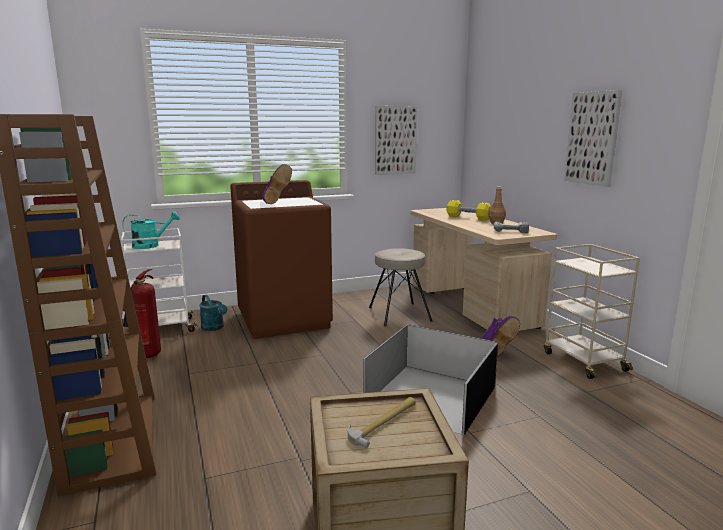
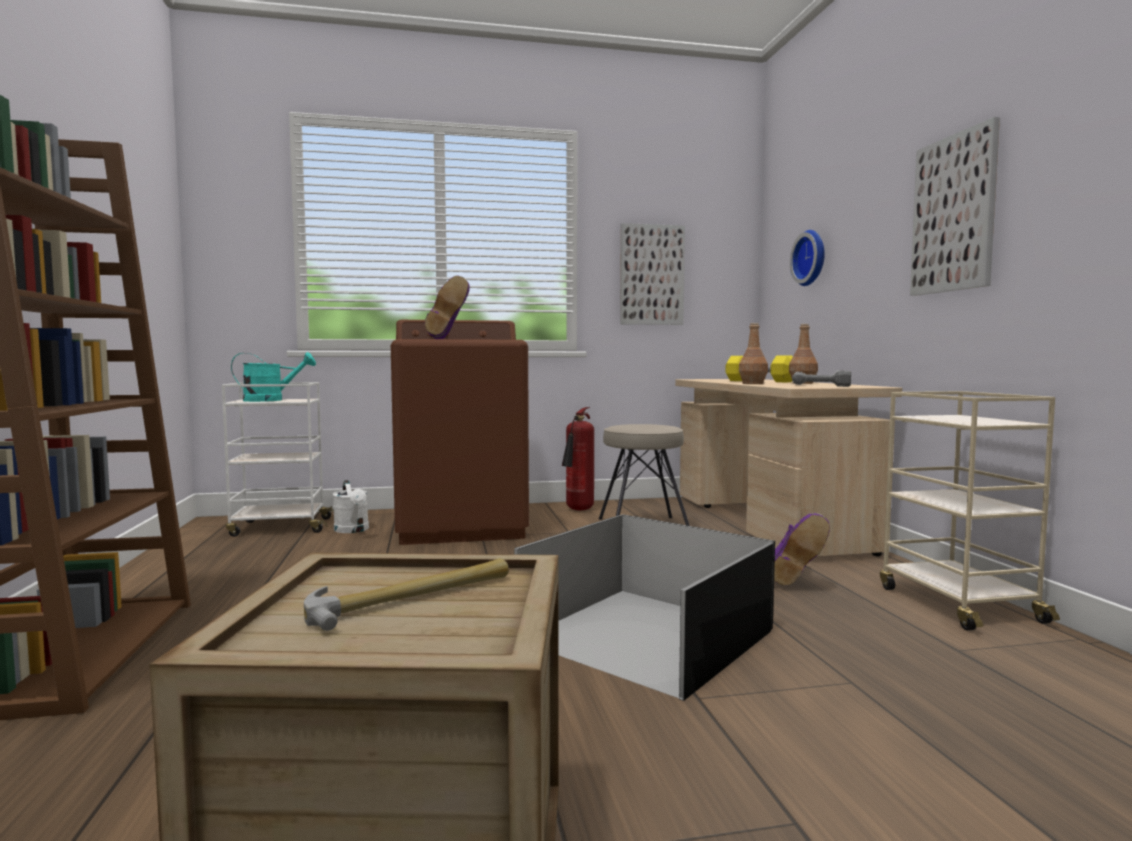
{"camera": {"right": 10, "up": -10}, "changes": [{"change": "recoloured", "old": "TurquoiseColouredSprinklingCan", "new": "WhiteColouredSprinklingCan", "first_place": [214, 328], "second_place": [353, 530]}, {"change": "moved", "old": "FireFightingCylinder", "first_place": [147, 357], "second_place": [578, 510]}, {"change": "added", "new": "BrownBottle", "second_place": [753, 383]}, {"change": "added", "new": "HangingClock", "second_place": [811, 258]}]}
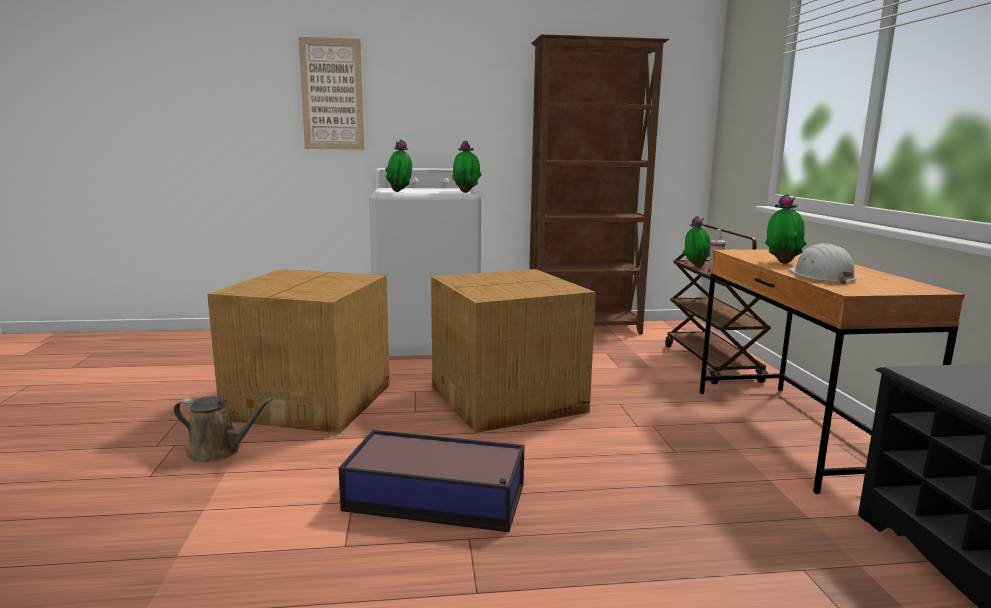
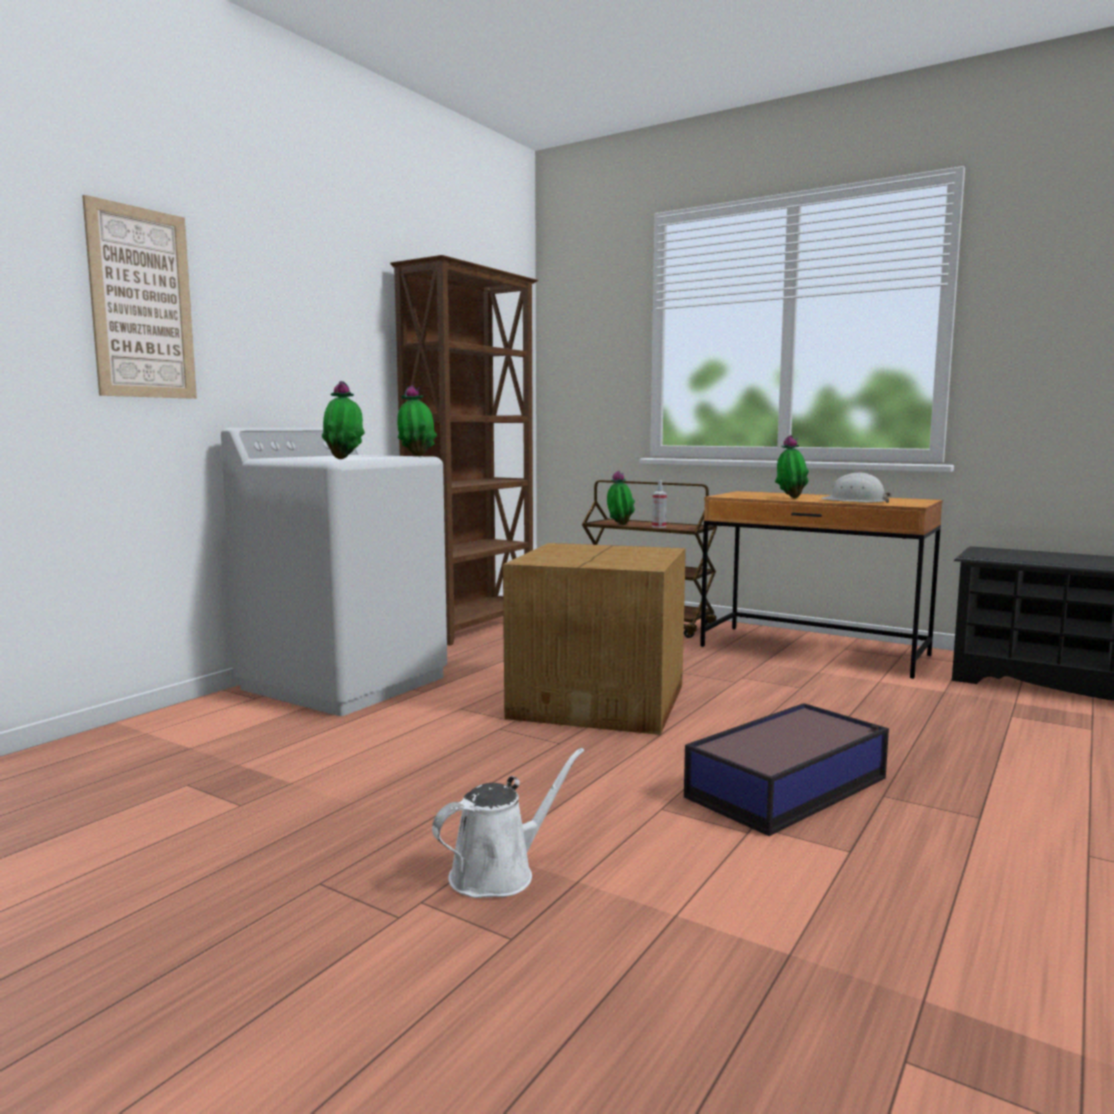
{"camera": {"right": -50, "up": -5}, "changes": [{"change": "recoloured", "old": "BrownSprinklingCan", "new": "WhiteColouredSprinklingCan", "first_place": [218, 451], "second_place": [499, 873]}, {"change": "removed", "old": "Carton", "first_place": [313, 401]}]}
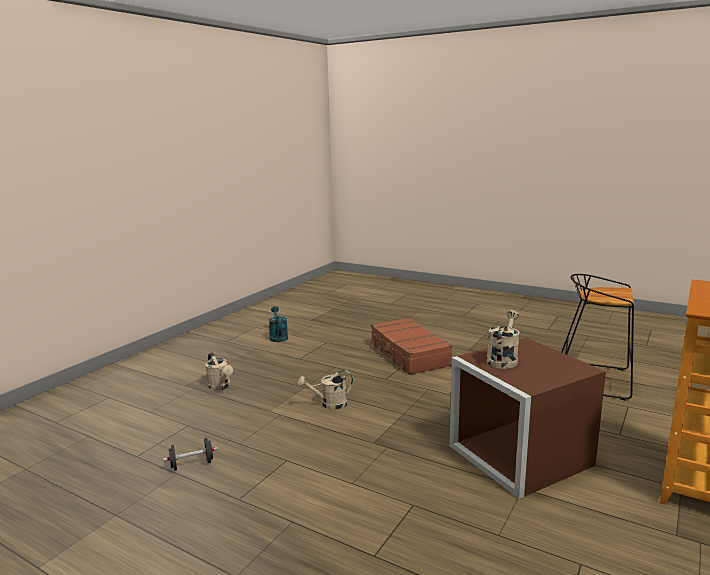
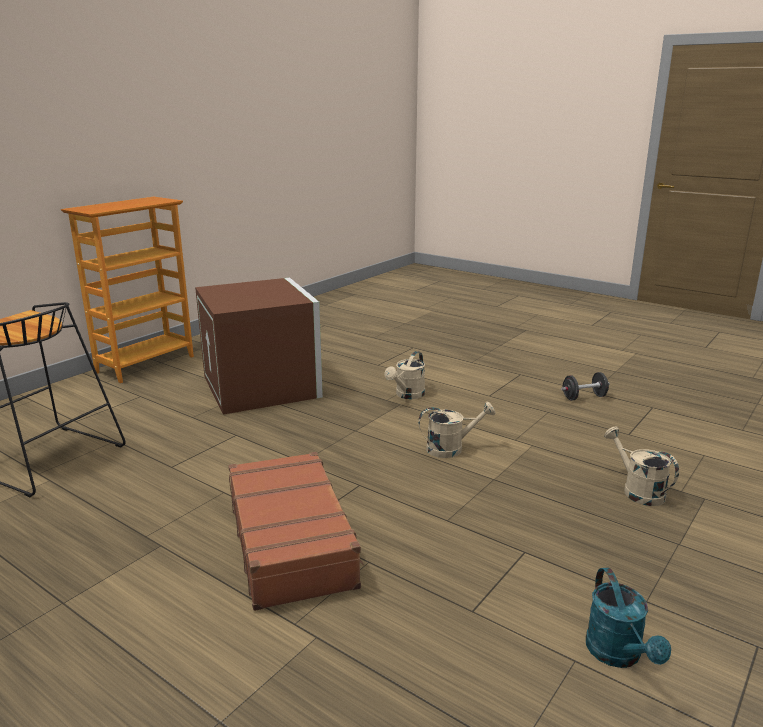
{"camera": {"right": -175, "up": 5}, "changes": [{"change": "moved", "old": "BeigeColouredSprinklingCan", "first_place": [503, 359], "second_place": [407, 395]}]}
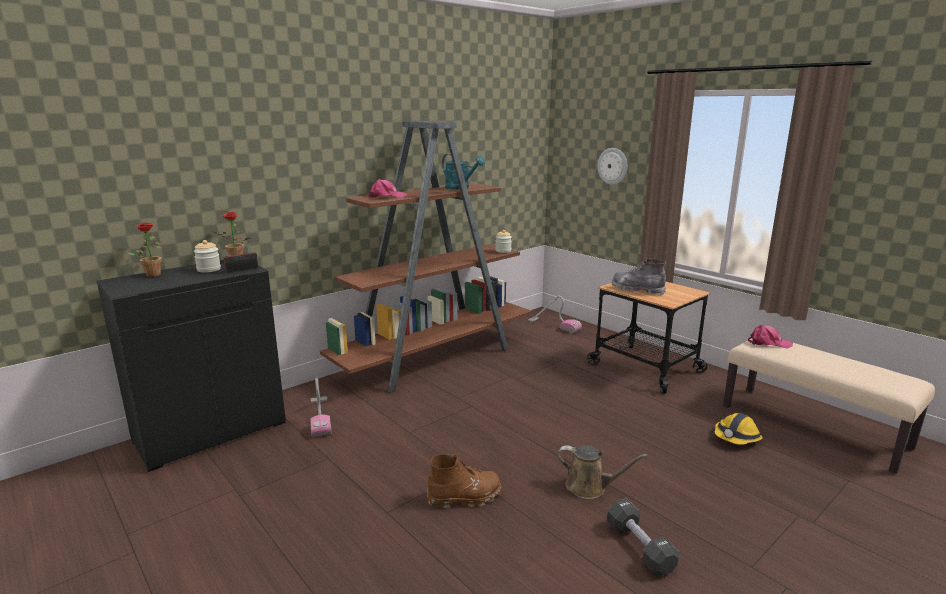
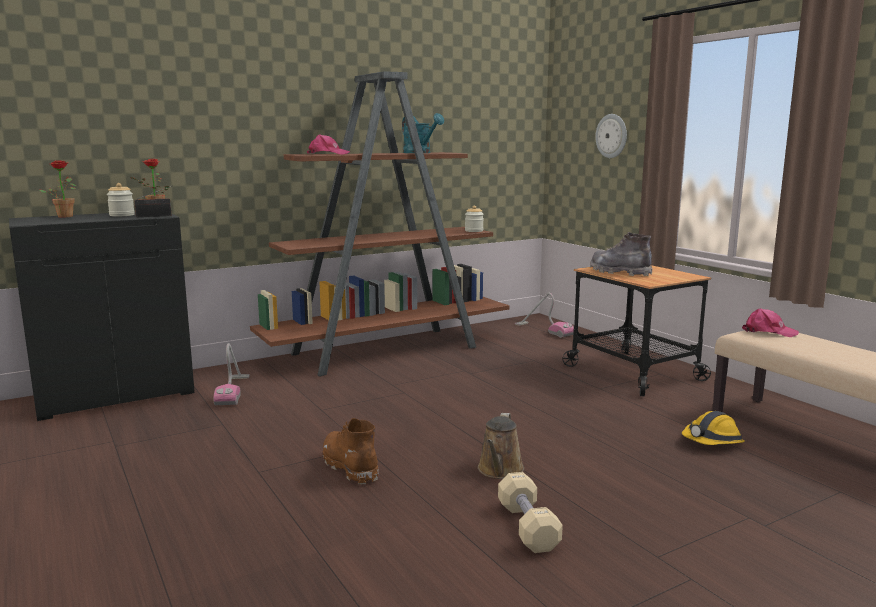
{"camera": {"right": 10, "up": -5}, "changes": [{"change": "turned", "old": "BrownHighTopBoot", "first_place": [465, 497], "second_place": [350, 467], "degrees": -120}, {"change": "turned", "old": "BrownSprinklingCan", "first_place": [589, 487], "second_place": [500, 470], "degrees": 75}, {"change": "recoloured", "old": "BlackishDumbbell", "new": "BeigeColouredDumbbell", "first_place": [639, 548], "second_place": [527, 527]}]}
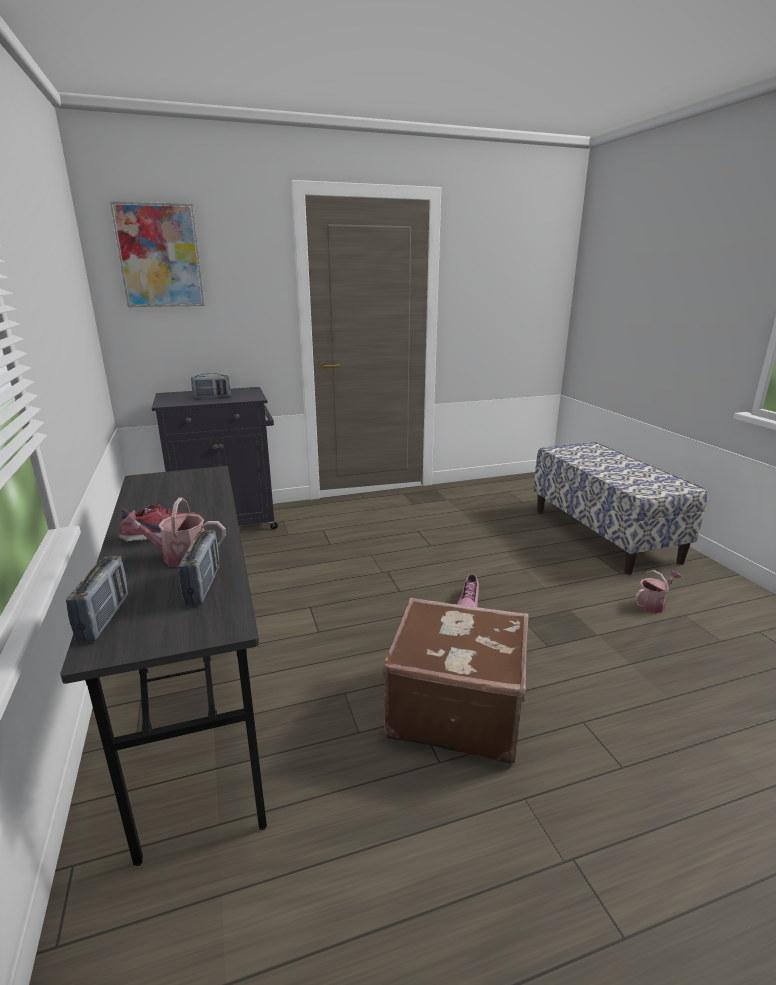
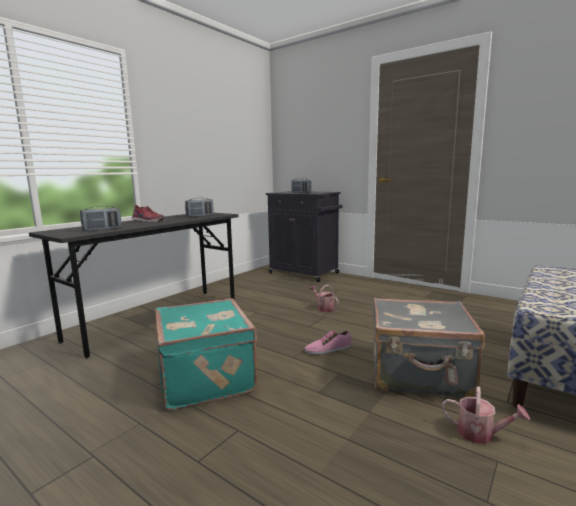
{"camera": {"right": 55, "up": -10}, "changes": [{"change": "recoloured", "old": "BrownSuitcase", "new": "TurquoiseColouredSuitcase", "first_place": [455, 708], "second_place": [208, 377]}, {"change": "moved", "old": "RadioReceiver", "first_place": [104, 618], "second_place": [200, 216]}, {"change": "moved", "old": "SprinklingCan", "first_place": [179, 557], "second_place": [324, 308]}, {"change": "added", "new": "GreyishSuitcase", "second_place": [419, 375]}, {"change": "removed", "old": "Picture", "first_place": [159, 256]}]}
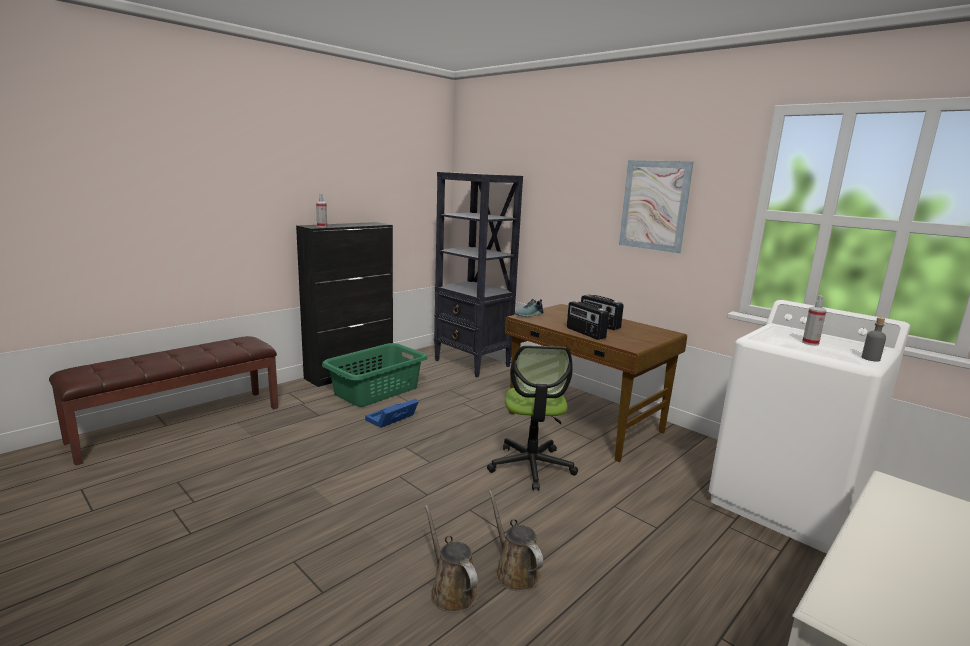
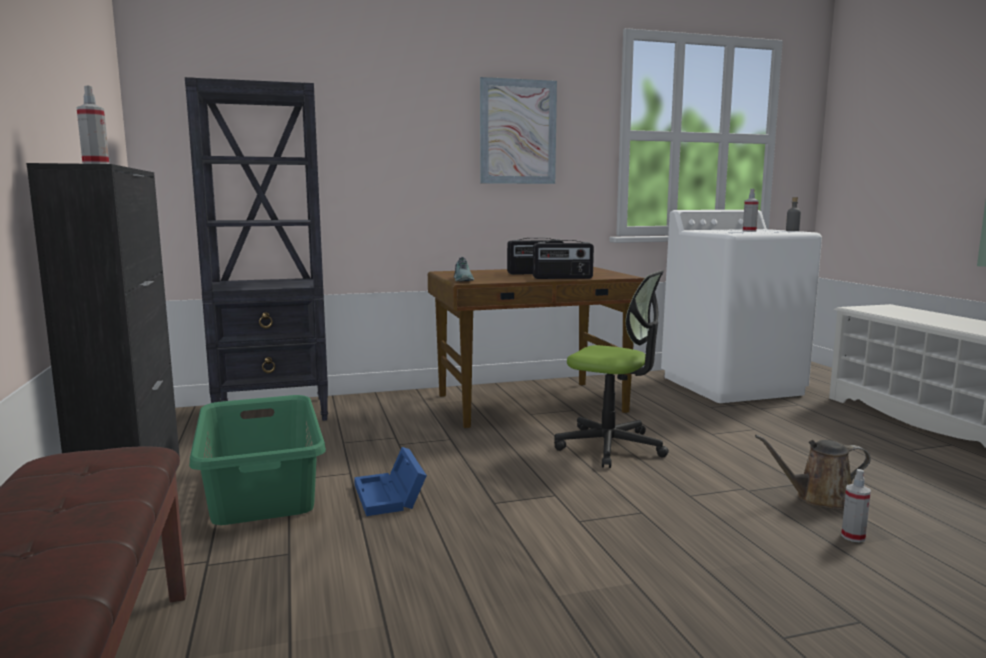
{"camera": {"right": -60, "up": -5}, "changes": [{"change": "replaced", "old": "BrownSprinklingCan", "new": "Sprayer", "first_place": [451, 590], "second_place": [853, 537]}]}
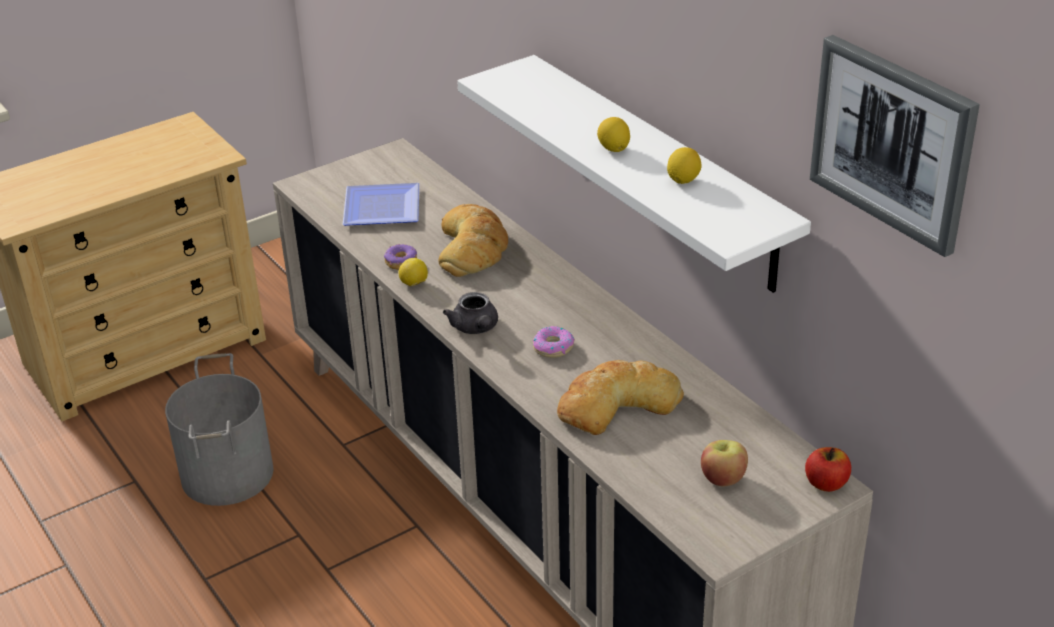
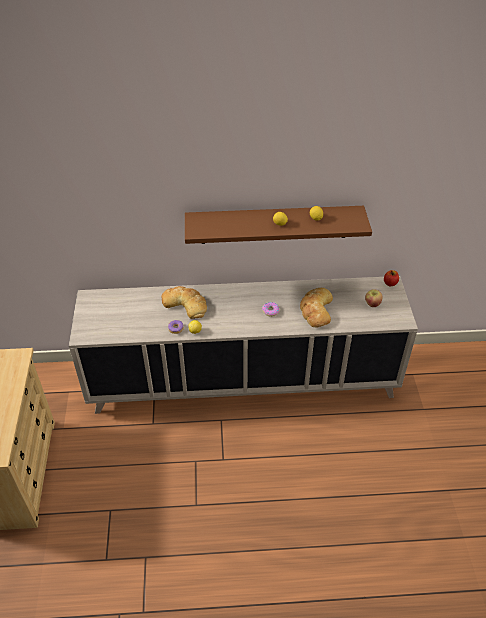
{"camera": {"right": -60, "up": 10}, "changes": [{"change": "recoloured", "old": "WhiteColouredShelf", "new": "BrownShelf", "first_place": [657, 171], "second_place": [274, 224]}, {"change": "removed", "old": "GreyishPail", "first_place": [229, 473]}, {"change": "removed", "old": "FlatDish", "first_place": [384, 209]}, {"change": "removed", "old": "GreyishTeaPot", "first_place": [475, 328]}, {"change": "removed", "old": "Picture", "first_place": [892, 142]}]}
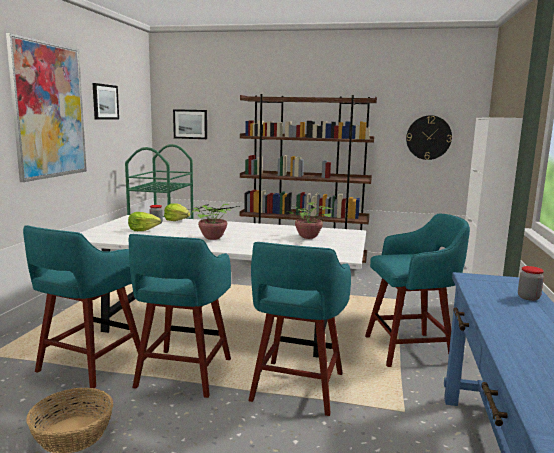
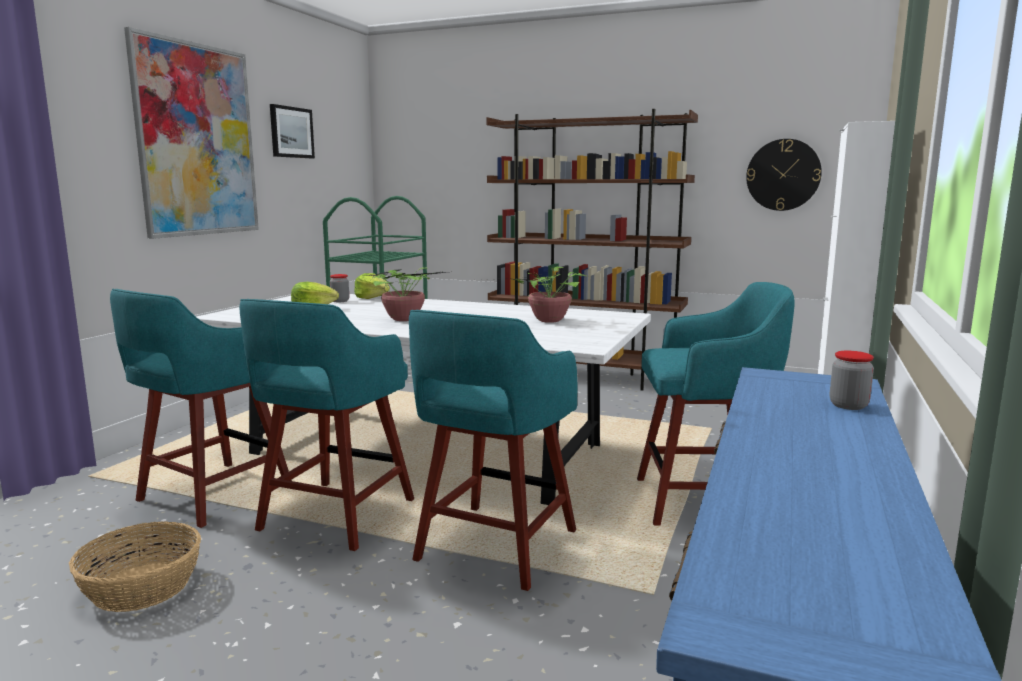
{"camera": {"right": 10, "up": 0}, "changes": [{"change": "removed", "old": "Picture", "first_place": [190, 124]}]}
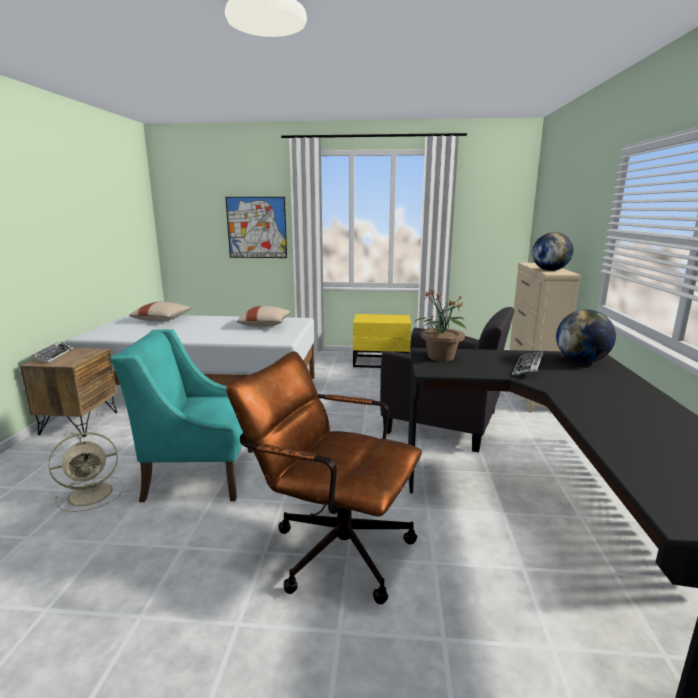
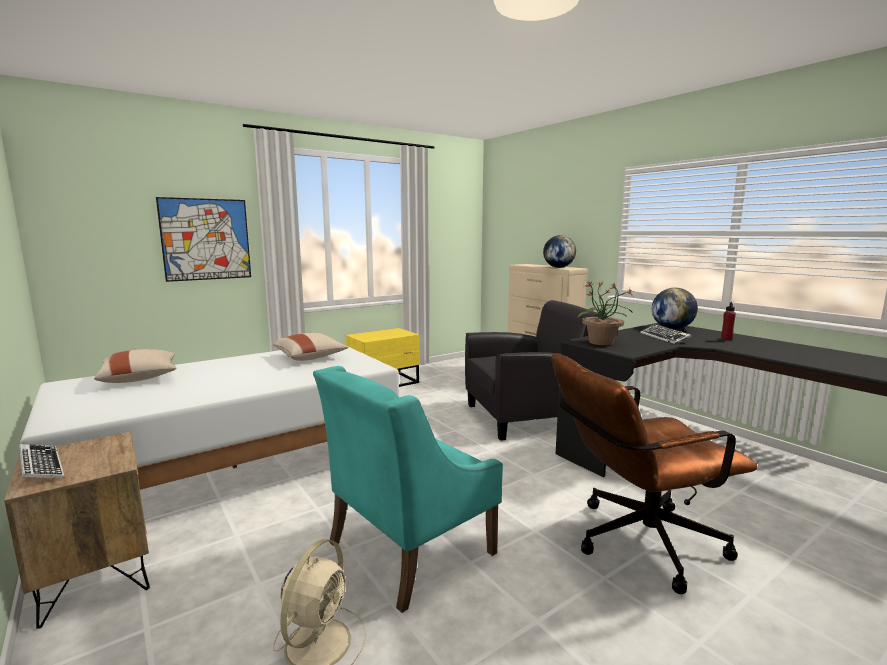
{"camera": {"right": -40, "up": -5}, "changes": [{"change": "added", "new": "RedBottle", "second_place": [726, 339]}]}
